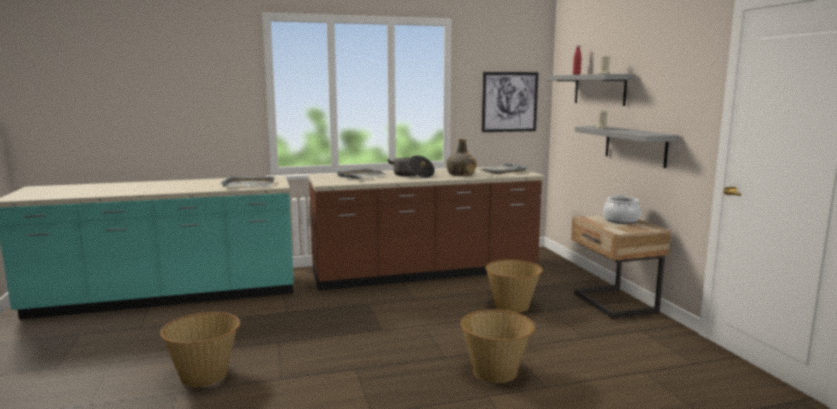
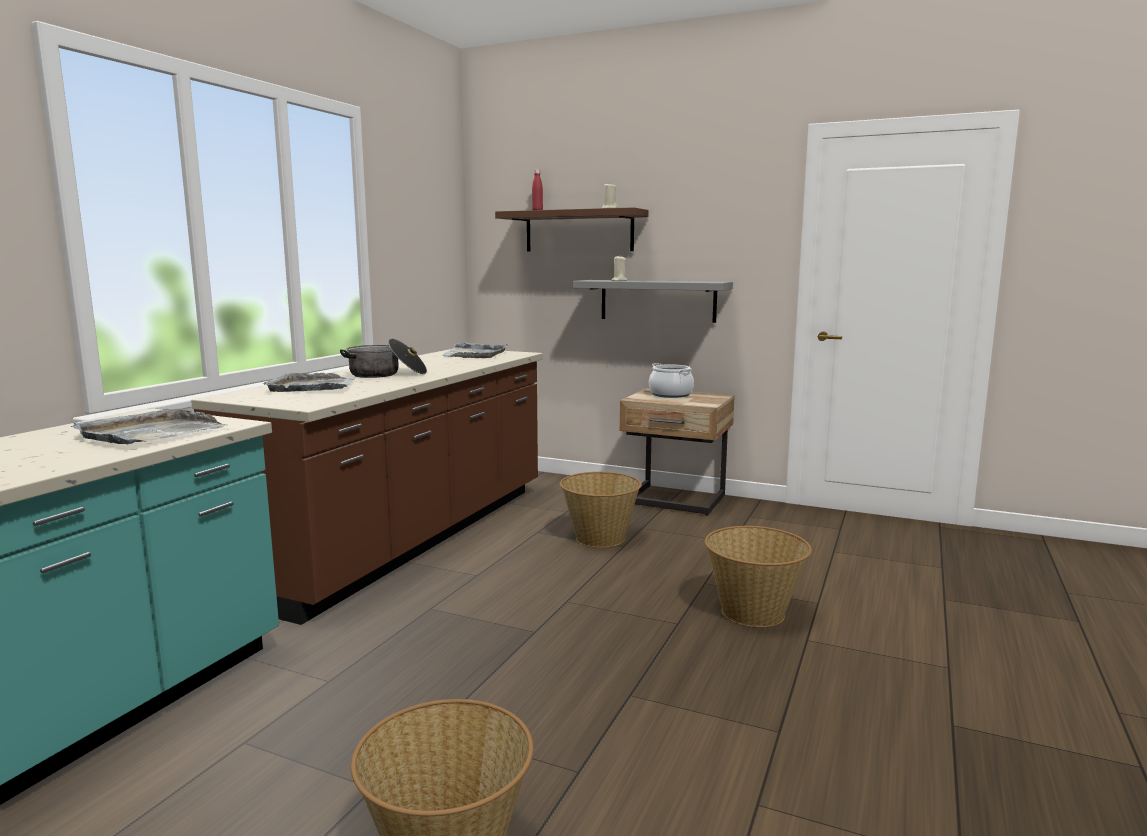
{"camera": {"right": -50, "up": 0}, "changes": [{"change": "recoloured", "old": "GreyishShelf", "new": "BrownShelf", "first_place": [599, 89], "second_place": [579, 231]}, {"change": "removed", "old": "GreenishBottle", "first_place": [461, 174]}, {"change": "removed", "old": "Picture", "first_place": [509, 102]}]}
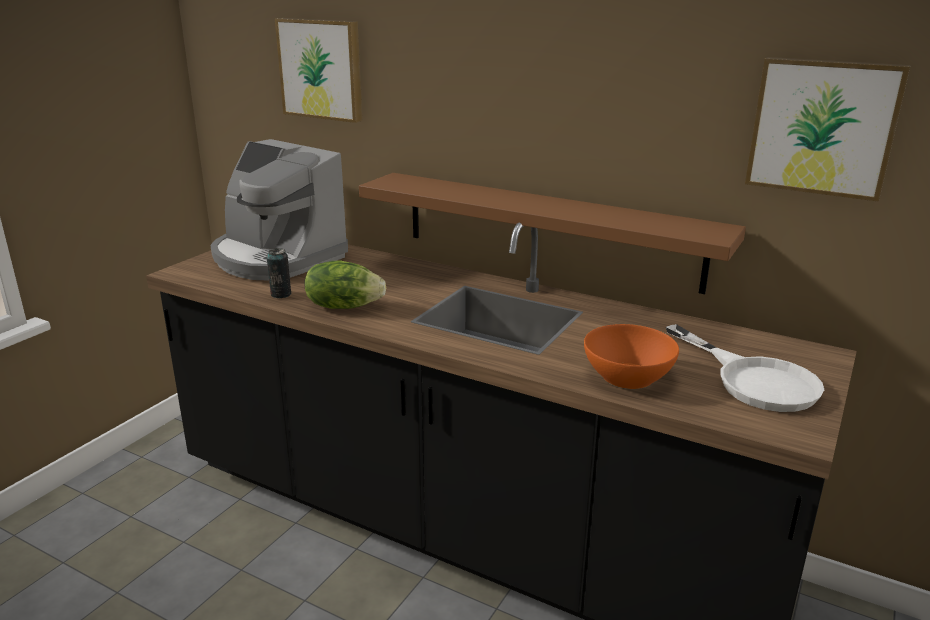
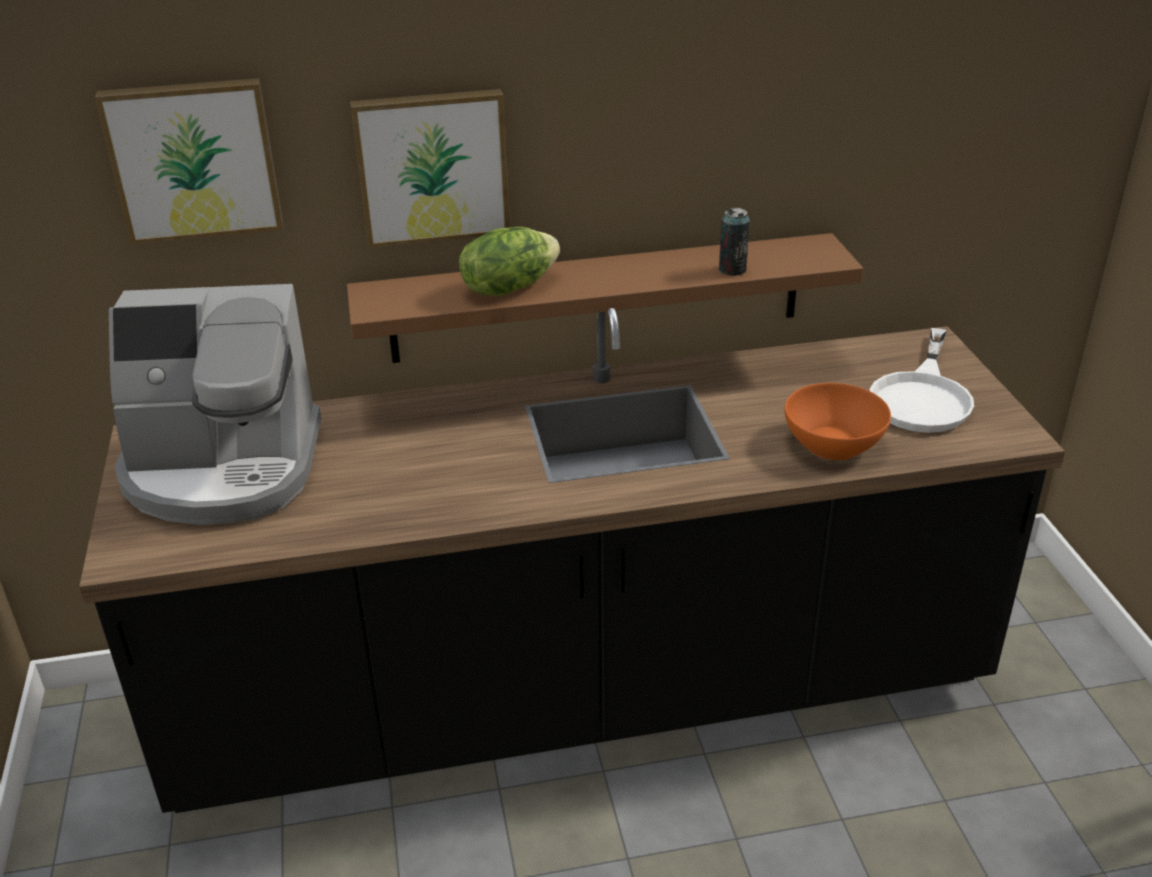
{"camera": {"right": -40, "up": 10}, "changes": [{"change": "moved", "old": "Picture", "first_place": [823, 127], "second_place": [432, 166]}, {"change": "moved", "old": "Lettuce", "first_place": [344, 306], "second_place": [508, 287]}, {"change": "moved", "old": "MetalCan", "first_place": [281, 294], "second_place": [732, 270]}, {"change": "turned", "old": "WhiteColouredSkillet", "first_place": [753, 379], "second_place": [922, 396], "degrees": 90}]}
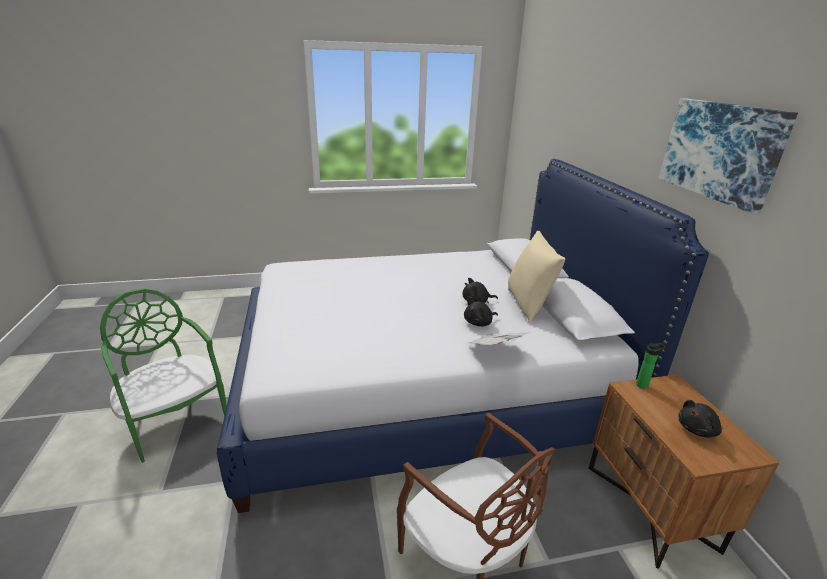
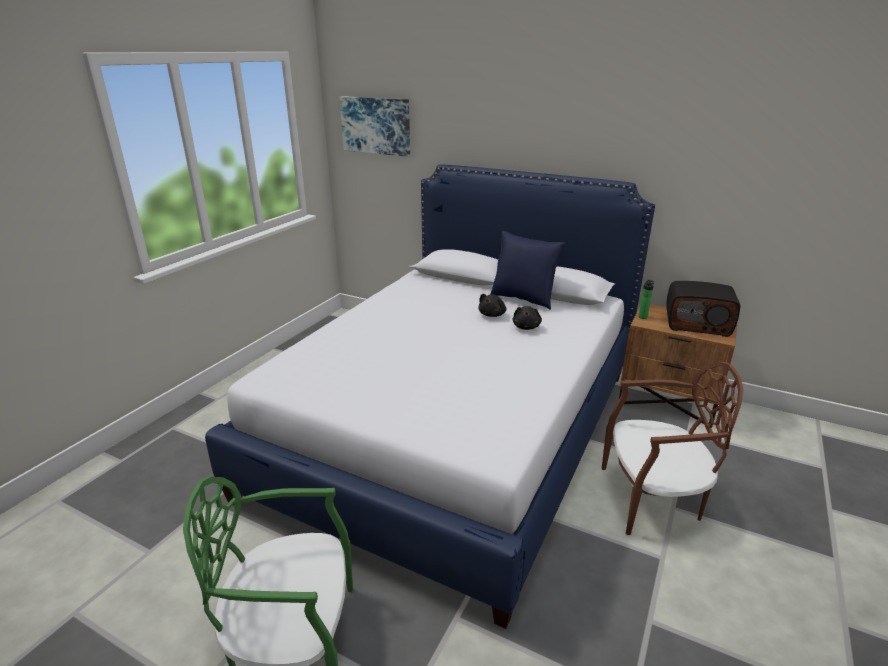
{"camera": {"right": -50, "up": 0}, "changes": [{"change": "moved", "old": "Picture", "first_place": [721, 151], "second_place": [376, 125]}, {"change": "recoloured", "old": "BeigeColouredCushion", "new": "BluishCushion", "first_place": [528, 304], "second_place": [523, 299]}, {"change": "replaced", "old": "BlackishCuddlyToy", "new": "RadioReceiver", "first_place": [698, 429], "second_place": [697, 324]}, {"change": "removed", "old": "PrintedPaper", "first_place": [495, 351]}]}
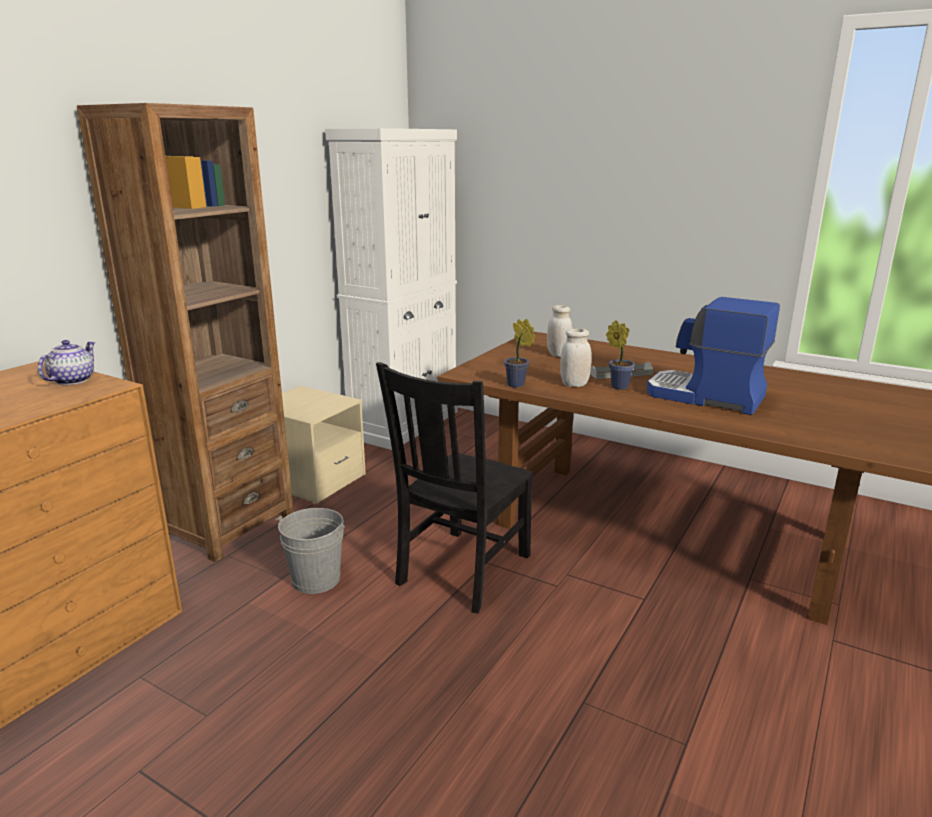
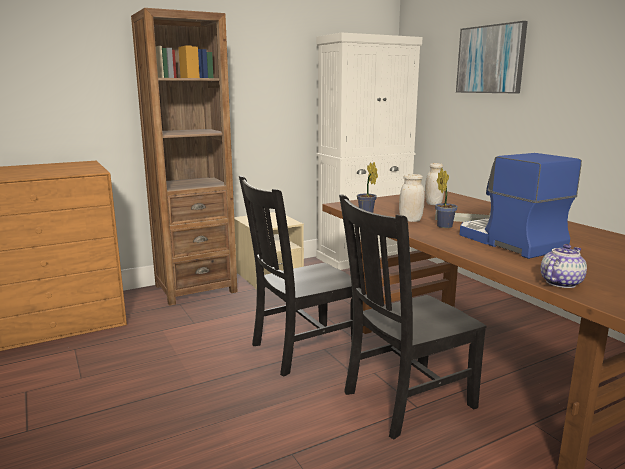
{"camera": {"right": 30, "up": -5}, "changes": [{"change": "added", "new": "BlackishChair", "second_place": [405, 400]}, {"change": "added", "new": "Picture", "second_place": [490, 59]}, {"change": "moved", "old": "TeaPot", "first_place": [72, 380], "second_place": [560, 282]}, {"change": "removed", "old": "GreyishPail", "first_place": [316, 579]}]}
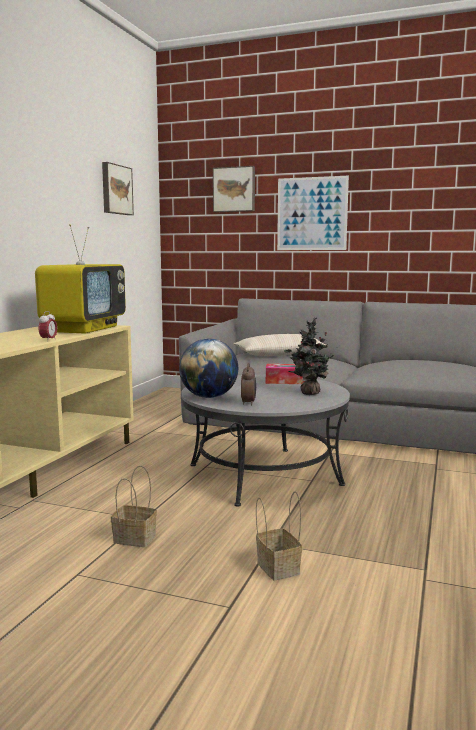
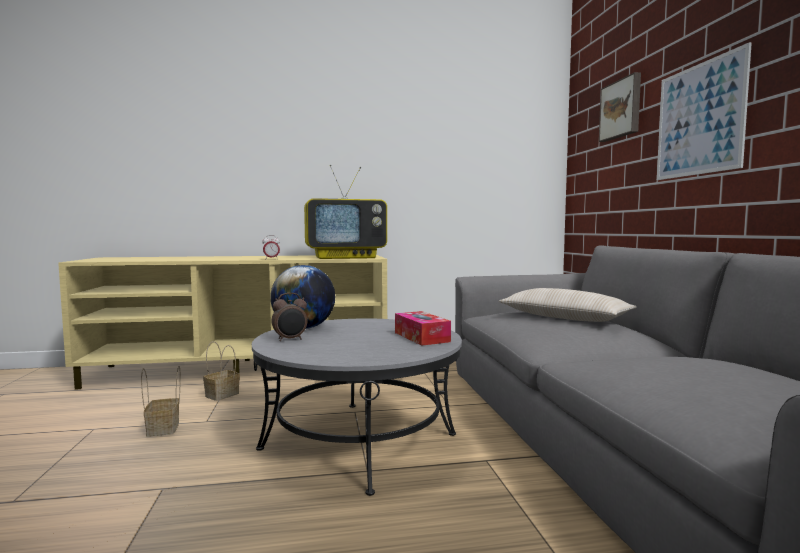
{"camera": {"right": 60, "up": -5}, "changes": [{"change": "moved", "old": "Basket", "first_place": [276, 567], "second_place": [222, 394]}, {"change": "removed", "old": "Picture", "first_place": [116, 189]}, {"change": "removed", "old": "Houseplant", "first_place": [308, 393]}]}
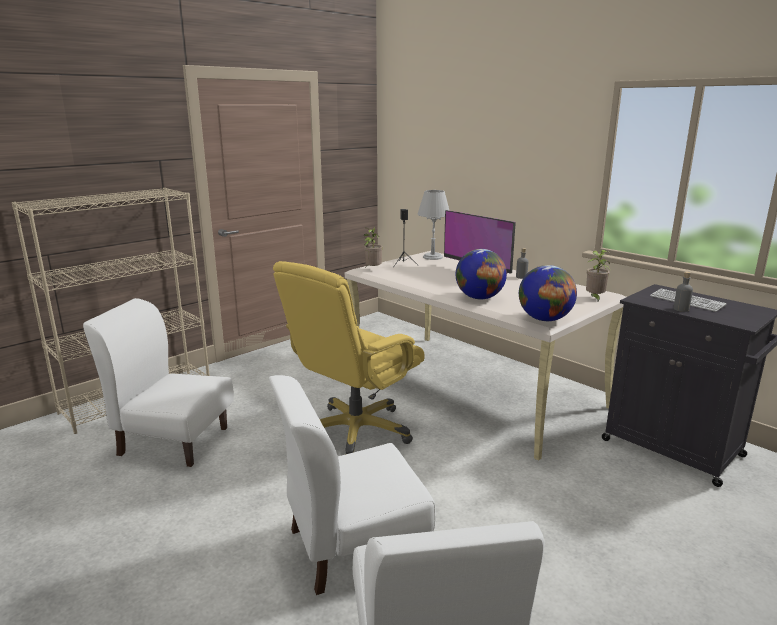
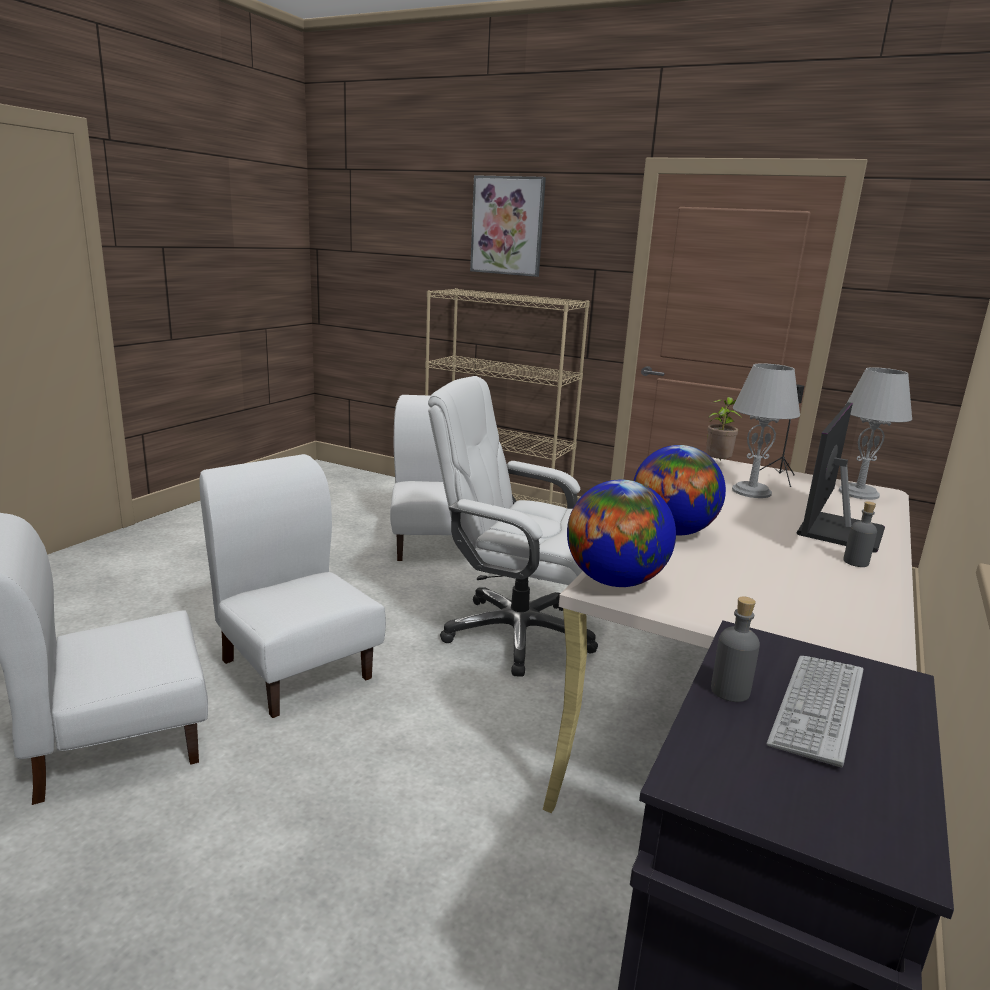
{"camera": {"right": 70, "up": 0}, "changes": [{"change": "recoloured", "old": "YellowOfficeChair", "new": "WhiteColouredOfficeChair", "first_place": [355, 432], "second_place": [516, 634]}, {"change": "added", "new": "Picture", "second_place": [507, 226]}, {"change": "added", "new": "GreyishLampForATable", "second_place": [751, 491]}, {"change": "removed", "old": "Houseplant", "first_place": [594, 298]}]}
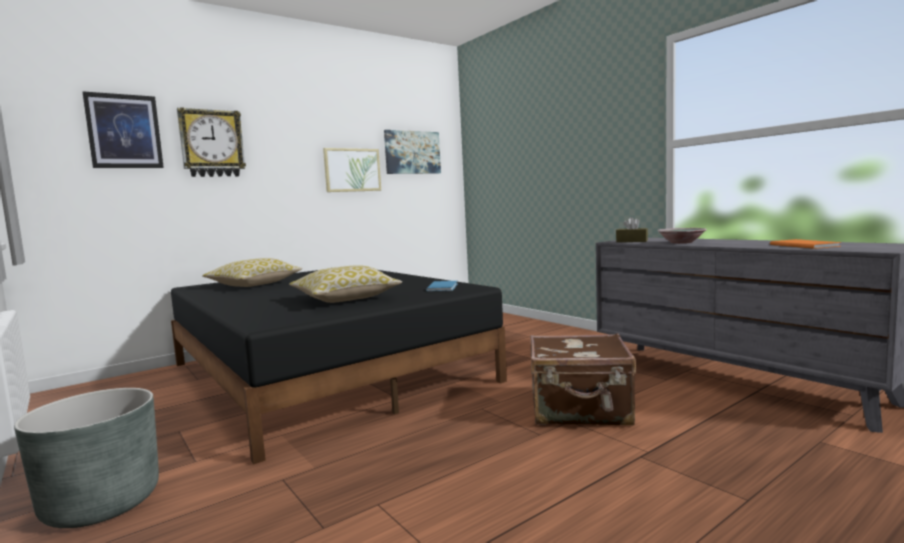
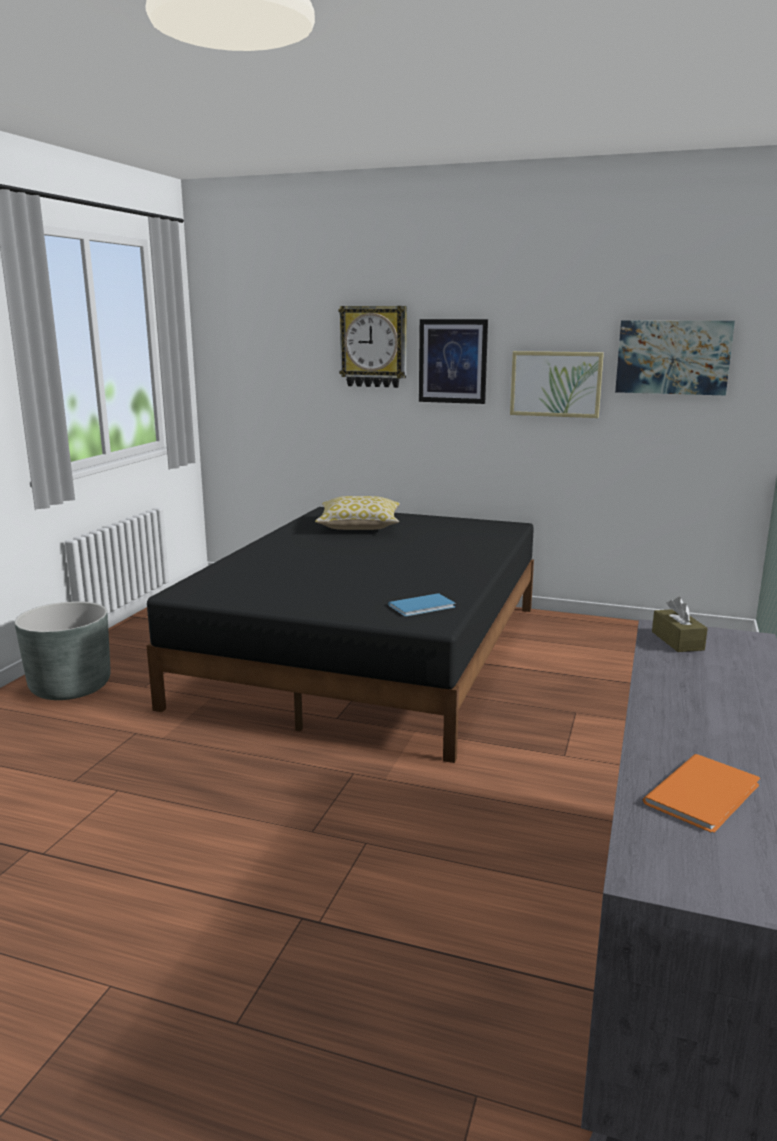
{"camera": {"right": 55, "up": 10}, "changes": [{"change": "moved", "old": "Picture", "first_place": [124, 131], "second_place": [453, 361]}, {"change": "removed", "old": "Cushion", "first_place": [345, 299]}, {"change": "removed", "old": "BrownSuitcase", "first_place": [580, 410]}, {"change": "removed", "old": "Bowl", "first_place": [682, 242]}]}
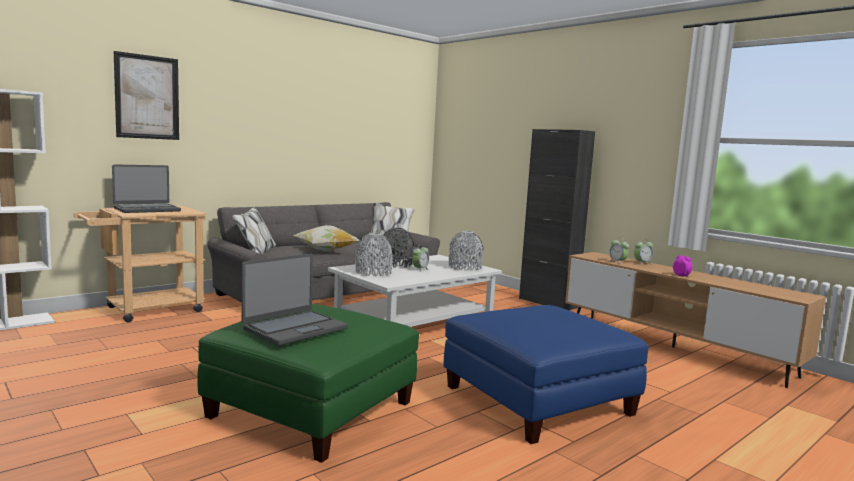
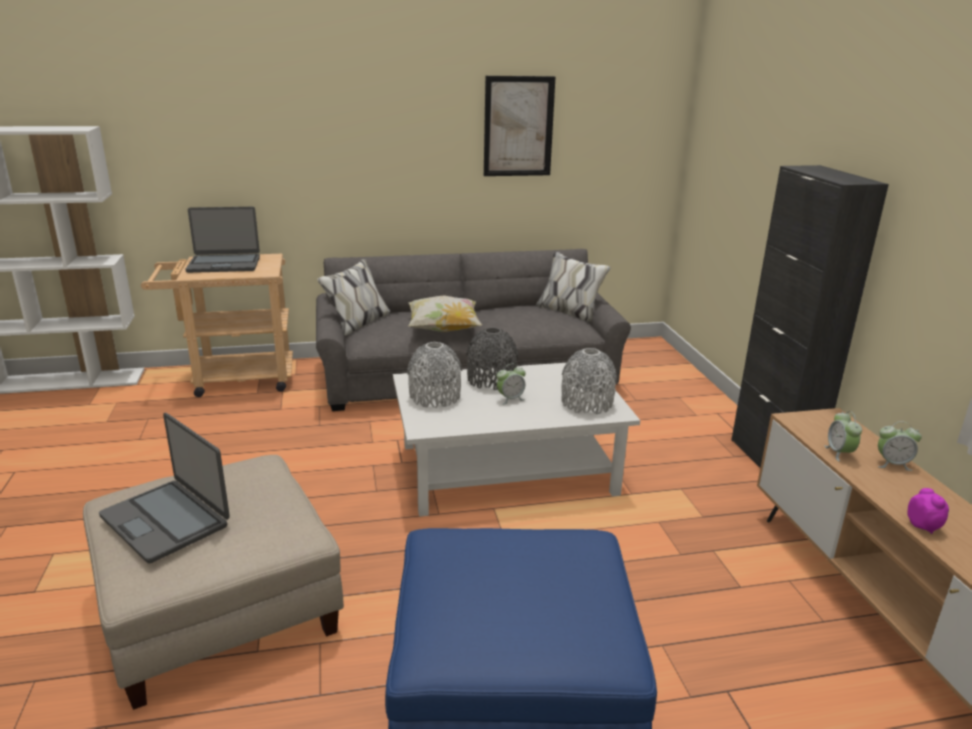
{"camera": {"right": 30, "up": 15}, "changes": [{"change": "recoloured", "old": "GreenishFootrest", "new": "BeigeColouredFootrest", "first_place": [311, 409], "second_place": [219, 606]}, {"change": "turned", "old": "PortableComputer", "first_place": [295, 328], "second_place": [166, 520], "degrees": 60}, {"change": "moved", "old": "Picture", "first_place": [147, 97], "second_place": [518, 126]}]}
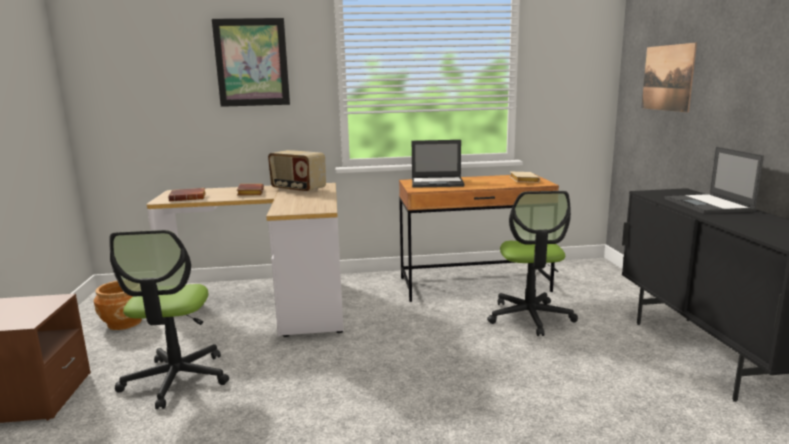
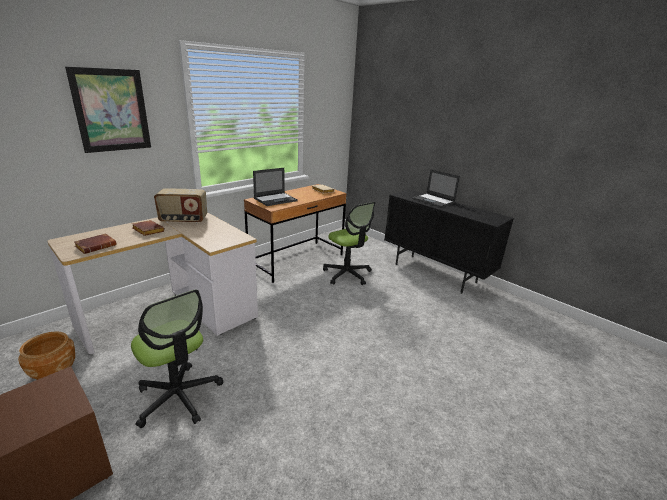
{"camera": {"right": -40, "up": 10}, "changes": [{"change": "removed", "old": "Picture", "first_place": [667, 78]}]}
